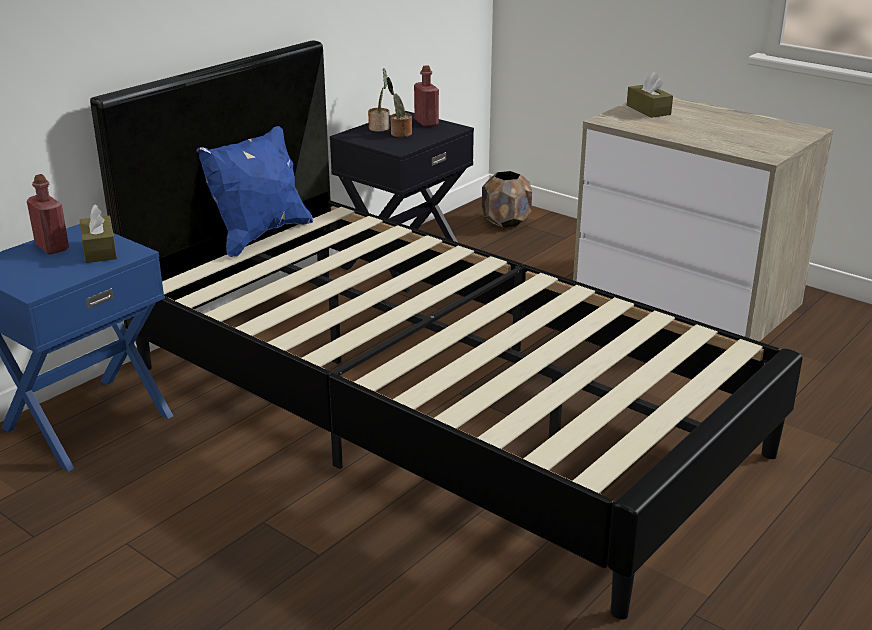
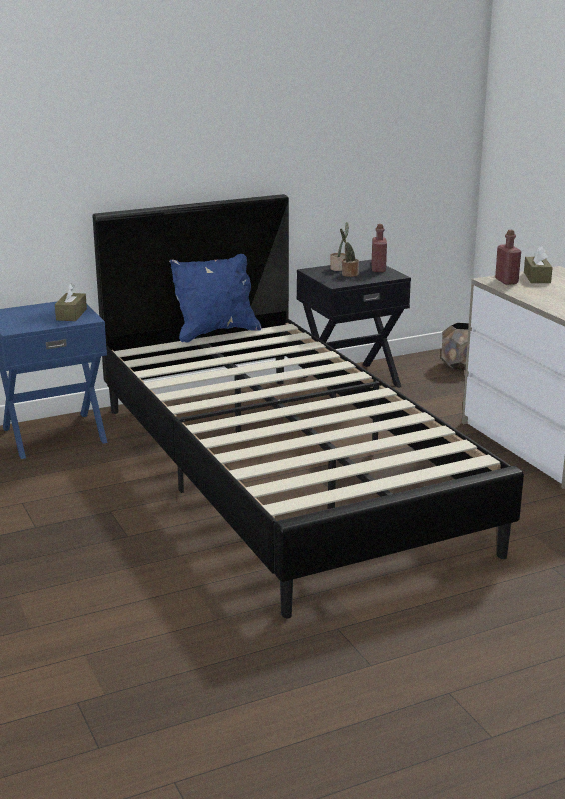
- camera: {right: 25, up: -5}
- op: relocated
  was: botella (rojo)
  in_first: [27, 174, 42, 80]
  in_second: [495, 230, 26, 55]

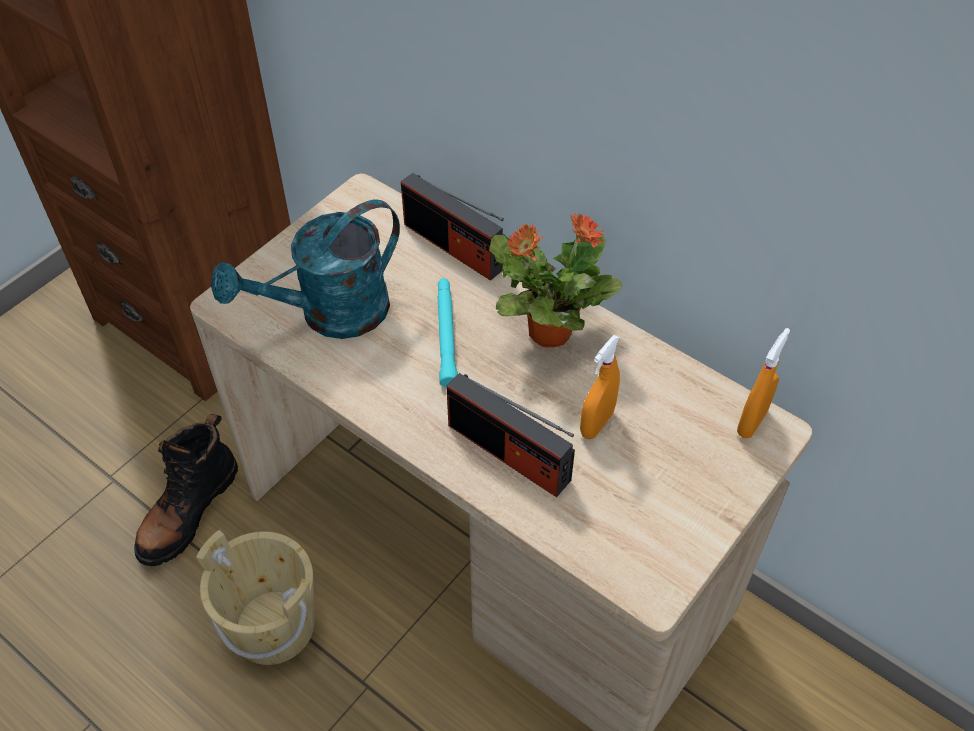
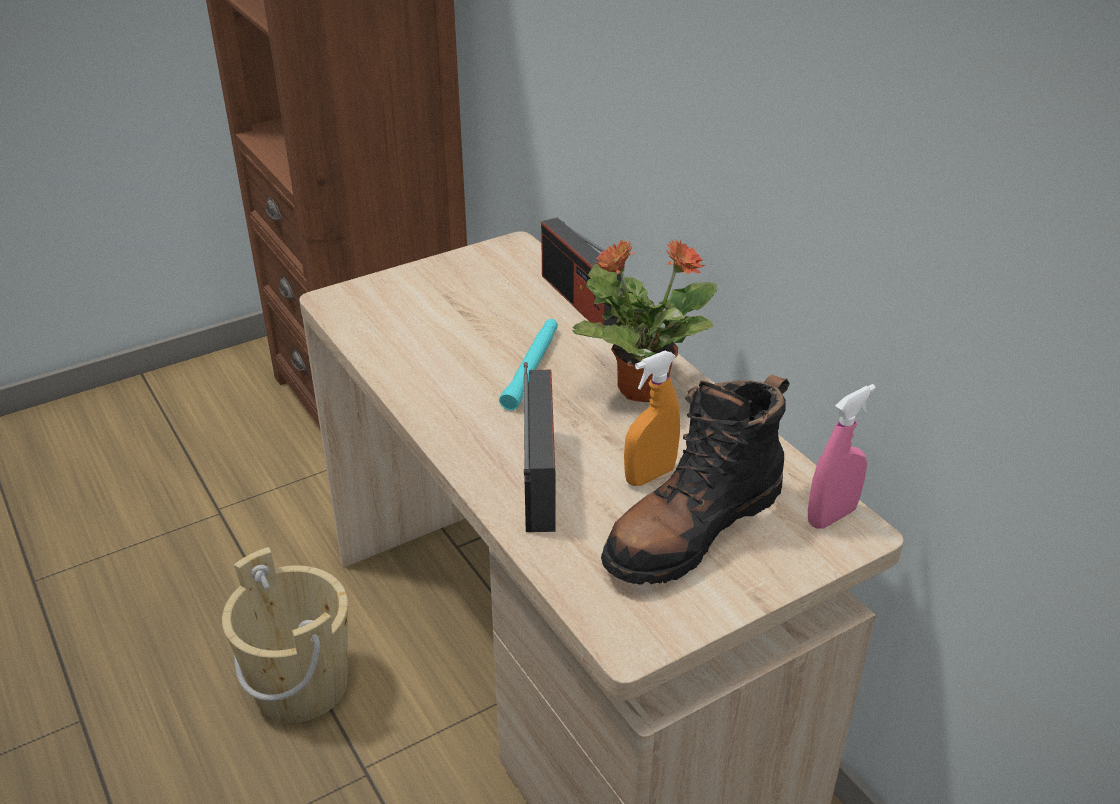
- camera: {right: 20, up: -15}
- op: missing
  was: regadera (turquesa)
  in_first: [211, 200, 189, 139]
- op: colour
  was: pulverizador (naranja)
  now: pulverizador (rosa)
  in_first: [737, 328, 53, 110]
  in_second: [808, 384, 68, 145]
- op: spun
  was: radio
  in_first: [447, 373, 128, 124]
  in_second: [524, 362, 32, 170]
  clockwise: -150
- op: relocated
  was: bota (negro)
  in_first: [134, 414, 104, 152]
  in_second: [601, 375, 189, 210]

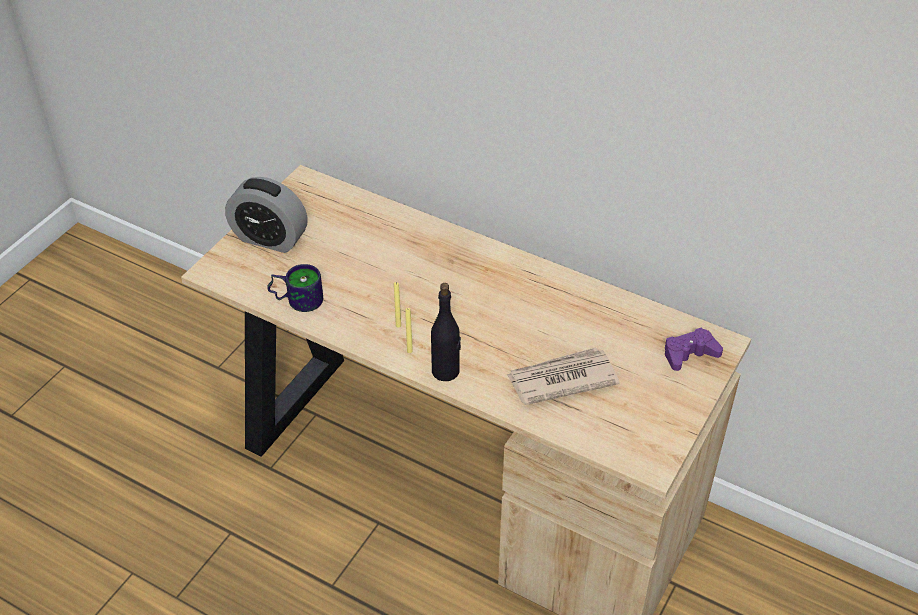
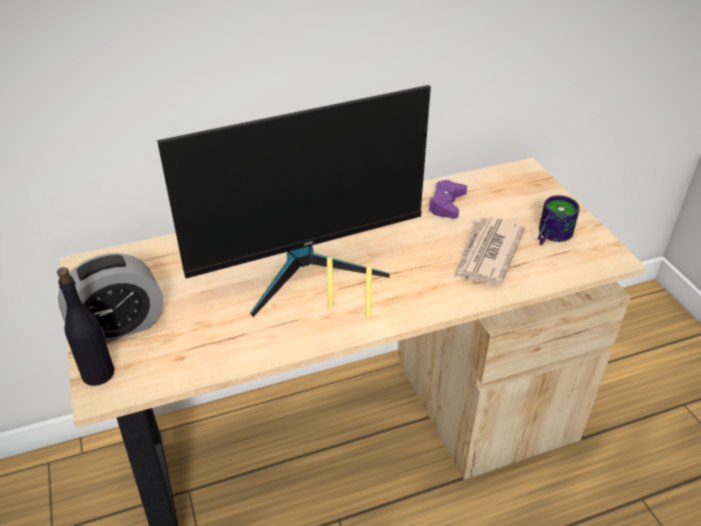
- camera: {right: -50, up: -5}
- op: relocated
  was: taza grande
  in_first: [267, 264, 56, 48]
  in_second: [538, 195, 42, 50]
- op: relocated
  was: botella (negro)
  in_first: [431, 283, 30, 98]
  in_second: [57, 267, 57, 119]
- op: relocated
  was: mando de consola (morado)
  in_first: [665, 328, 58, 43]
  in_second: [428, 180, 39, 39]
- op: appeared
  now: monitor
  in_second: [157, 85, 274, 232]

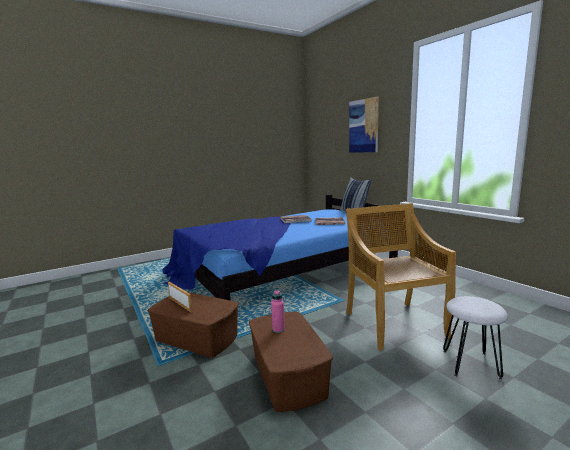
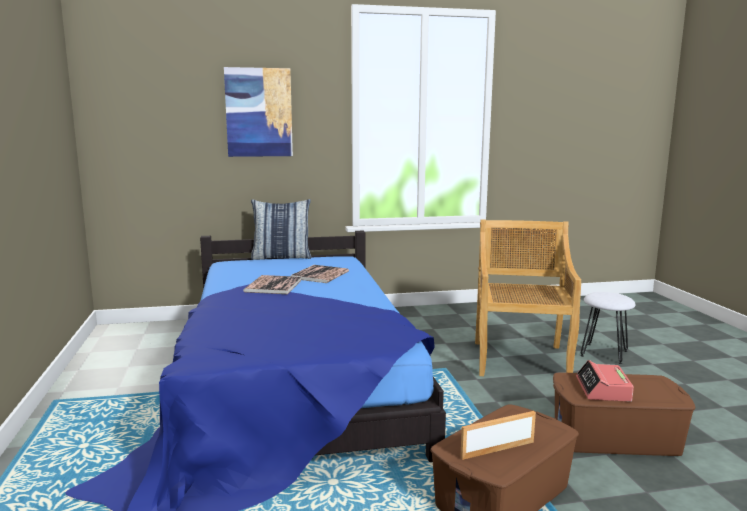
- camera: {right: -70, up: 0}
- op: spun
  was: silla (beis)
  in_first: [346, 203, 110, 148]
  in_second: [475, 219, 106, 157]
  clockwise: 90
- op: exchanged
  was: botella (rosa)
  now: despertador
  in_first: [271, 290, 14, 43]
  in_second: [576, 360, 58, 42]

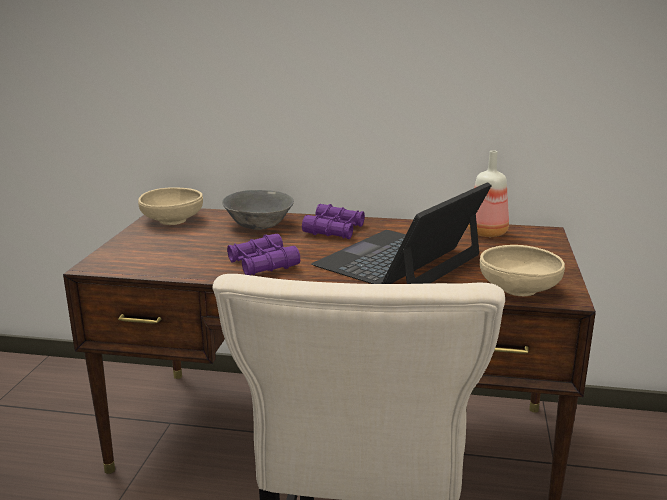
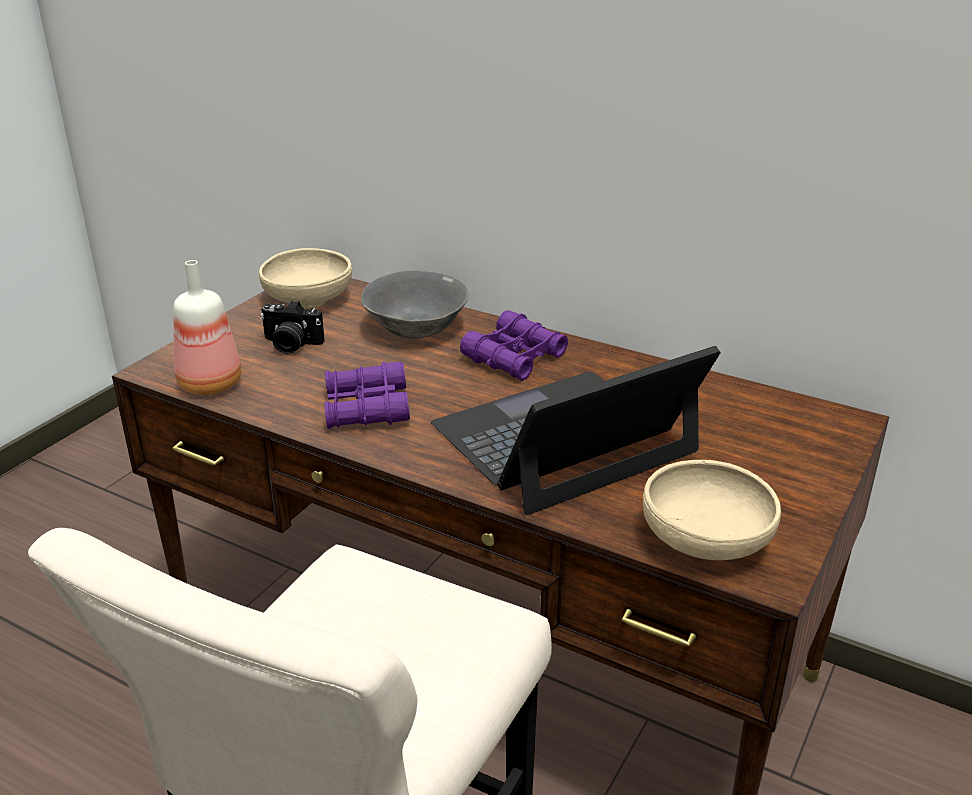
- camera: {right: 20, up: 10}
- op: relocated
  was: botella
  in_first: [468, 150, 41, 87]
  in_second: [173, 260, 69, 135]
- op: appeared
  now: cámara
  in_second: [260, 300, 65, 54]

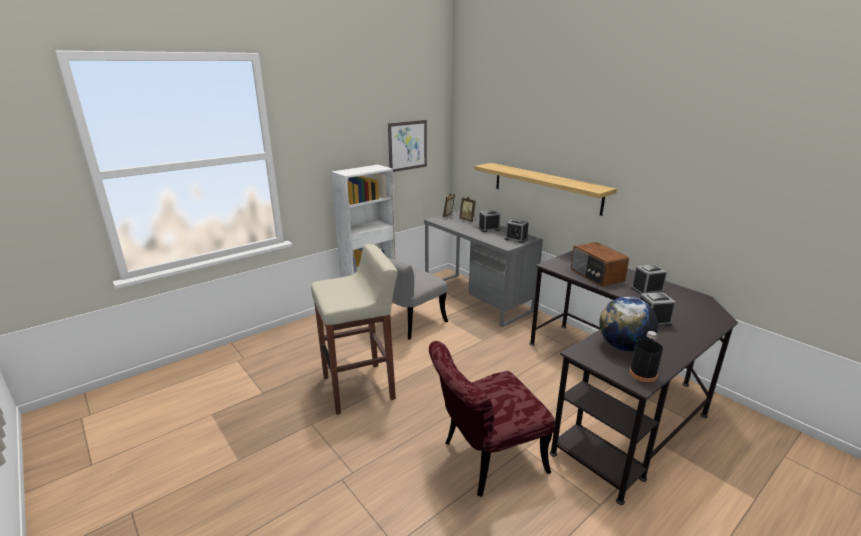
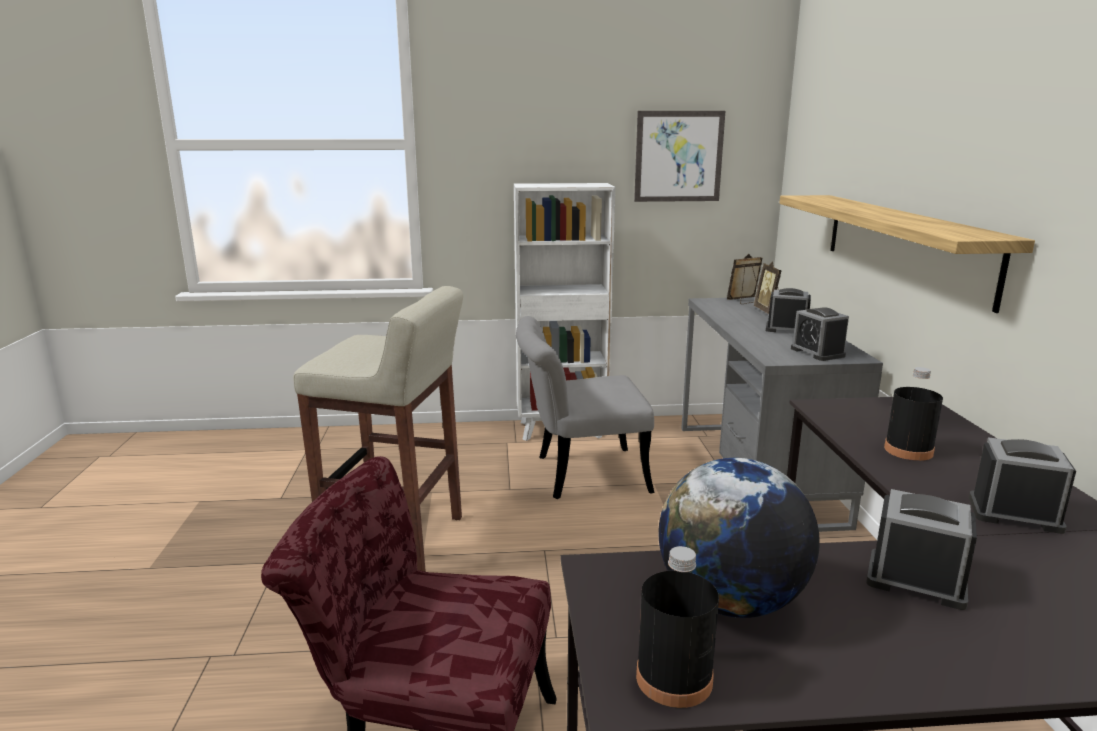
- camera: {right: 35, up: -5}
- op: exchanged
  was: radio
  now: botella (negro)
  in_first: [571, 242, 58, 45]
  in_second: [884, 367, 59, 94]

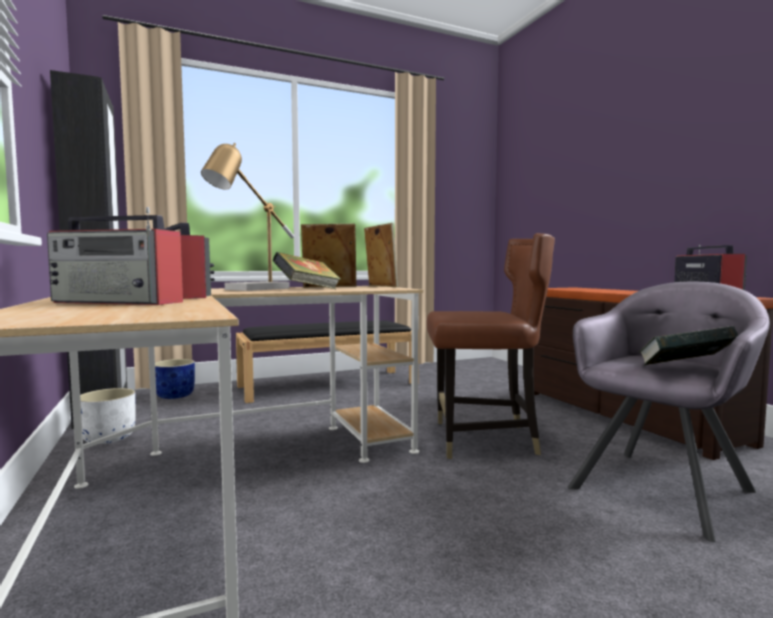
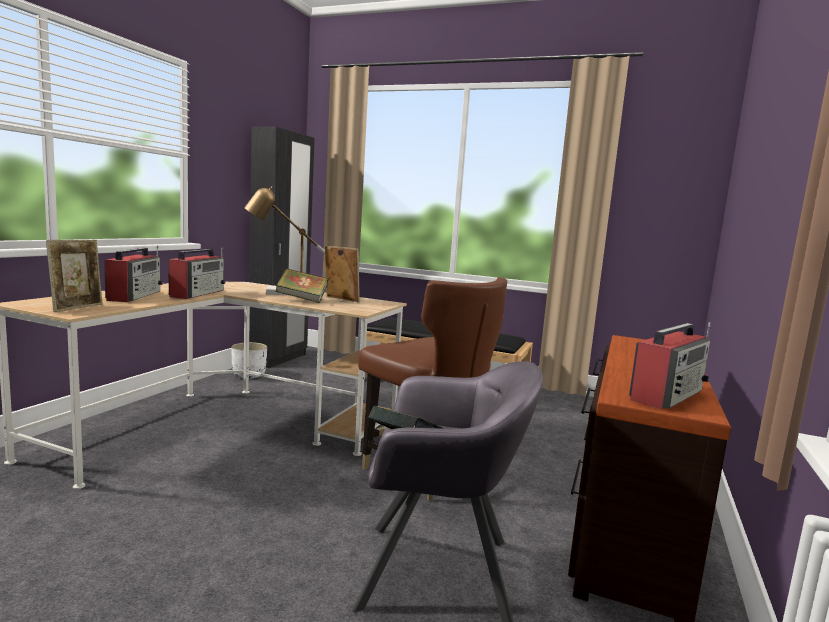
- camera: {right: 45, up: 5}
- op: spun
  was: radio
  in_first: [47, 207, 136, 98]
  in_second: [104, 246, 59, 56]
  clockwise: -150
- op: relocated
  was: portarretratos
  in_first: [364, 223, 34, 64]
  in_second: [46, 240, 57, 72]
- op: missing
  was: maceta (azul)
  in_first: [155, 359, 40, 40]

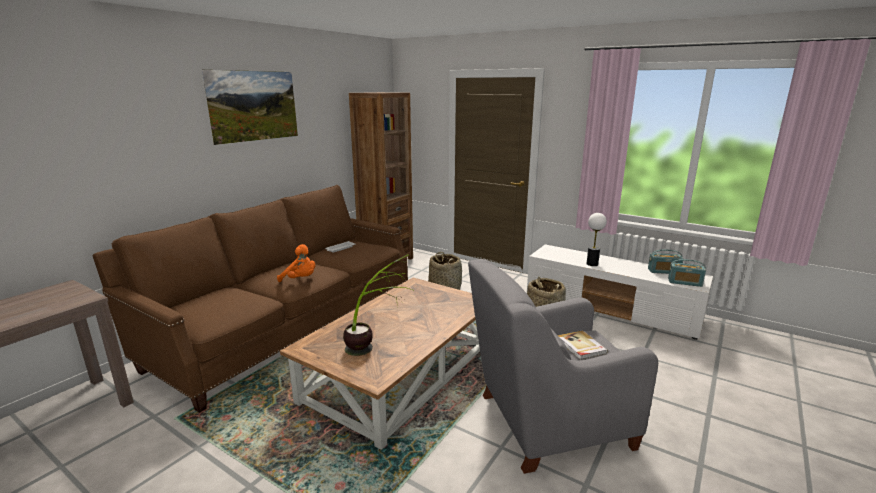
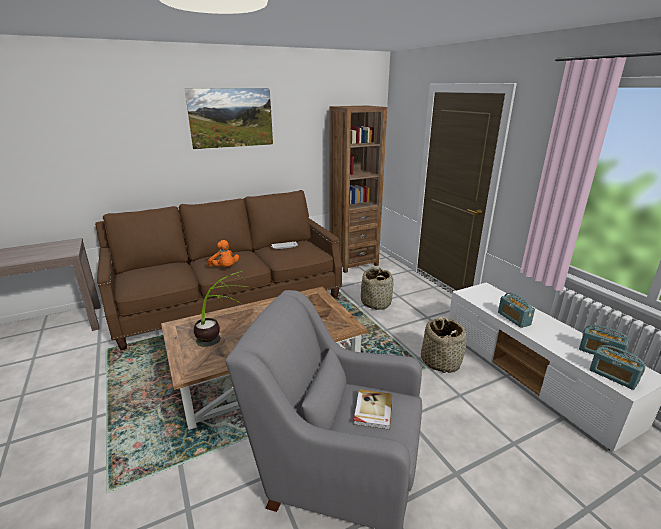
- camera: {right: 30, up: 5}
- op: exchanged
  was: lámpara de mesa
  now: radio
  in_first: [586, 213, 21, 53]
  in_second: [498, 293, 37, 35]

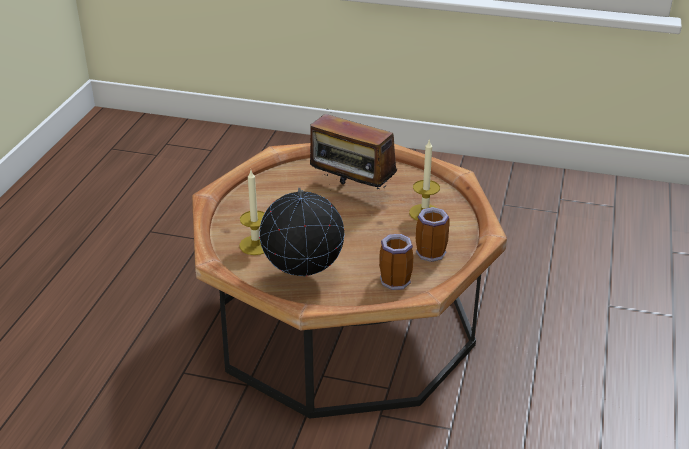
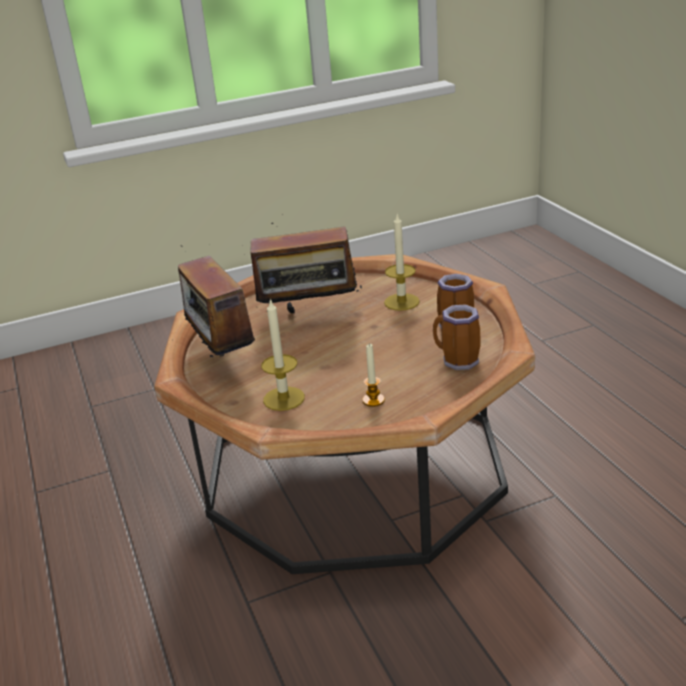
- camera: {right: -35, up: -5}
- op: exchanged
  was: globo terráqueo
  now: vela
  in_first: [259, 188, 86, 89]
  in_second: [362, 344, 23, 63]
- op: appeared
  now: radio
  in_second: [178, 246, 77, 111]

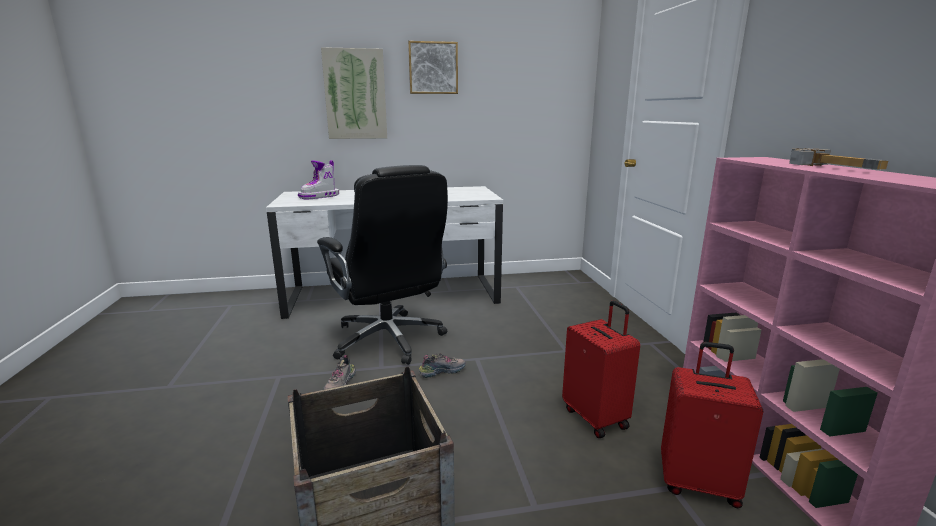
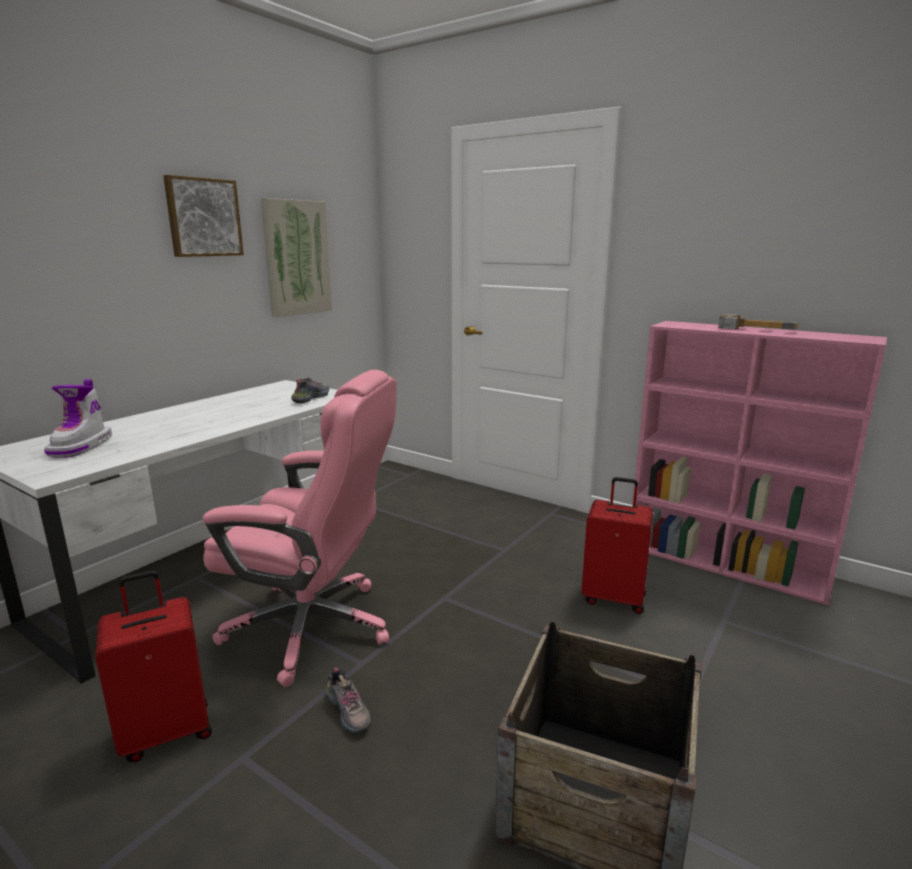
- camera: {right: -45, up: 0}
- op: relocated
  was: cuadro
  in_first: [321, 47, 66, 92]
  in_second: [261, 198, 71, 119]
- op: colour
  was: silla de oficina (negro)
  now: silla de oficina (rosa)
  in_first: [317, 165, 131, 200]
  in_second: [202, 370, 195, 317]
- op: relocated
  was: maleta (rojo)
  in_first: [661, 342, 103, 166]
  in_second: [95, 570, 117, 192]
- op: relocated
  was: zapato
  in_first: [419, 353, 47, 25]
  in_second: [291, 378, 39, 25]

